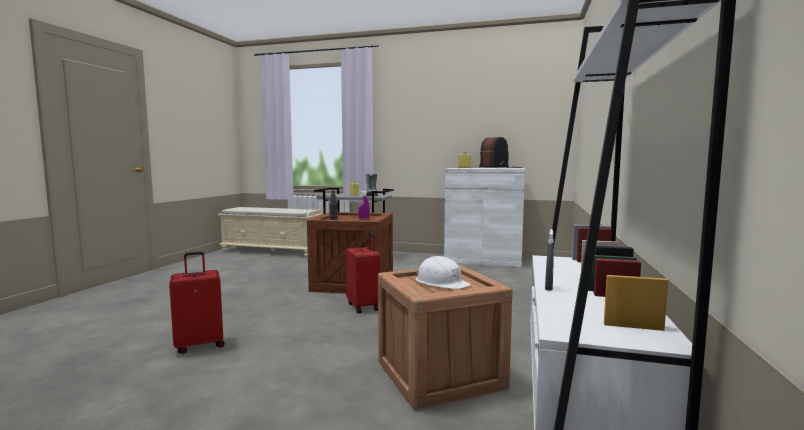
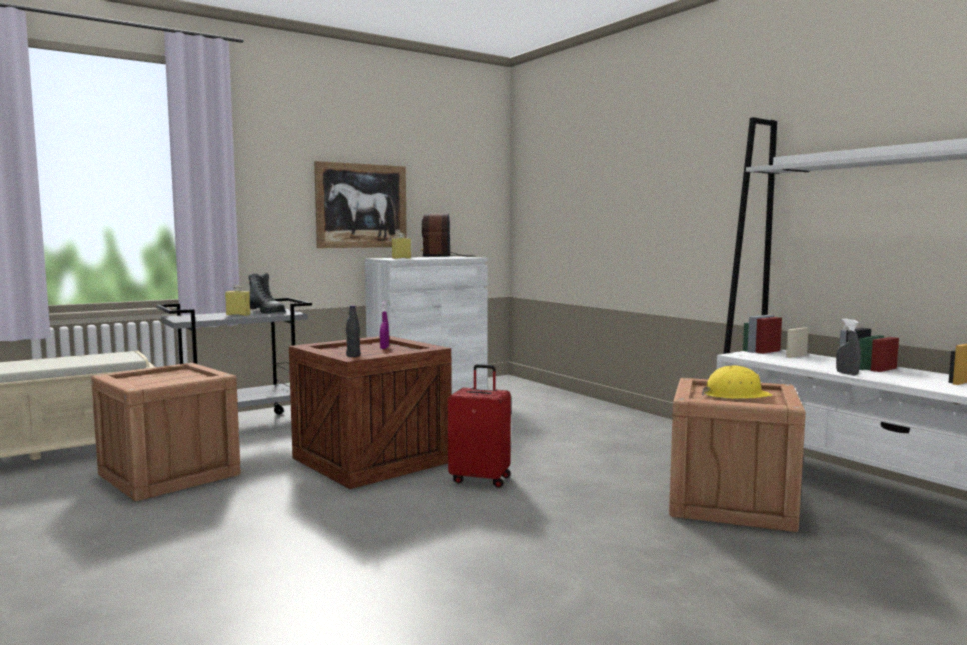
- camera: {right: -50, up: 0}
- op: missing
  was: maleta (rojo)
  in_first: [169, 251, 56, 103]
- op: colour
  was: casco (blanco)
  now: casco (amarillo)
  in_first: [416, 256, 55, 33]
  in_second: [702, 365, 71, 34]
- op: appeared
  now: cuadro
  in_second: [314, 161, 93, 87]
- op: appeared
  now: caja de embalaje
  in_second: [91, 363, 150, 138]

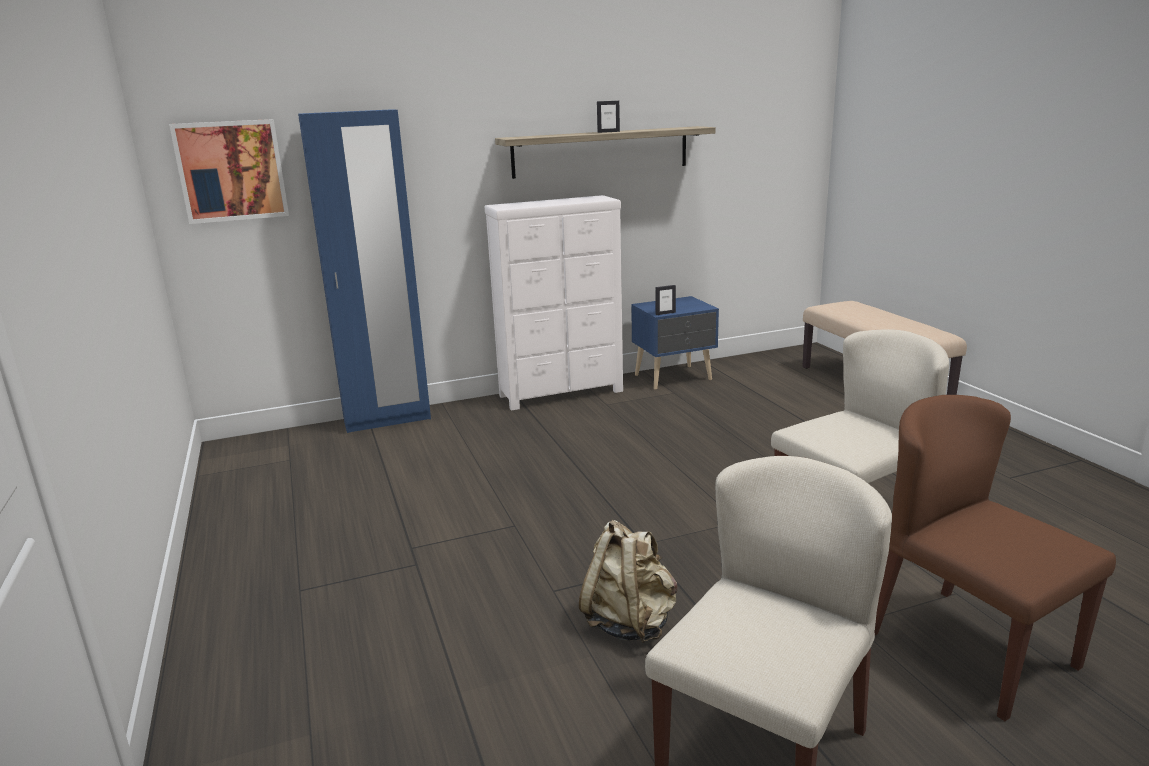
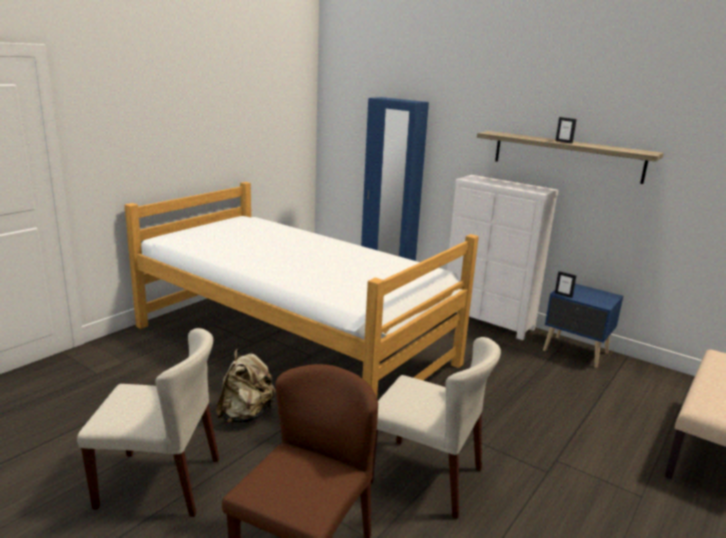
- camera: {right: 55, up: 0}
- op: missing
  was: cuadro
  in_first: [169, 119, 120, 105]
- op: appeared
  now: cama
  in_second: [124, 182, 355, 215]

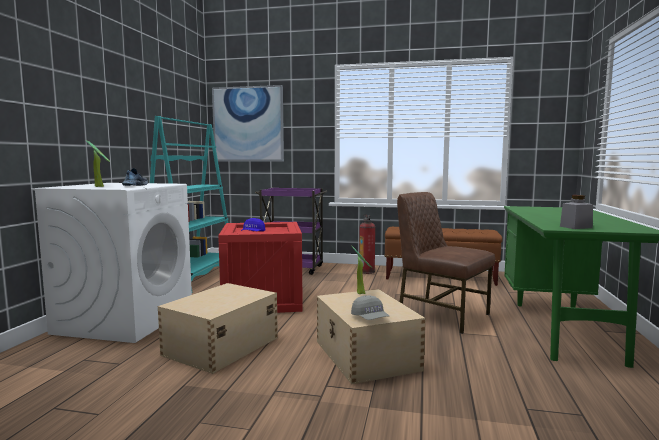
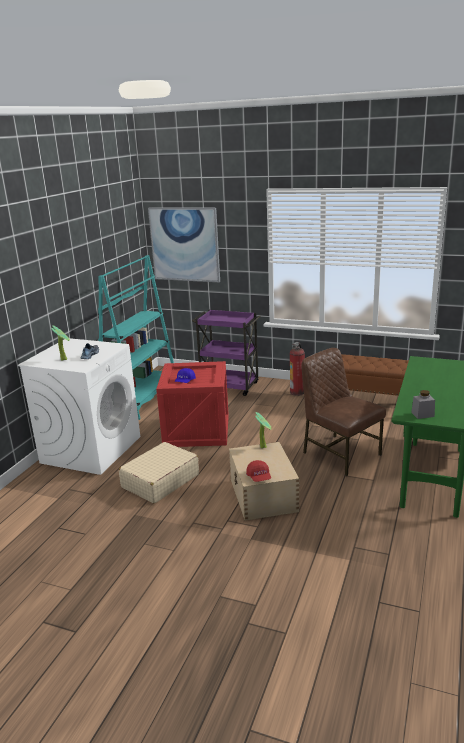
- camera: {right: 10, up: 15}
- op: exchanged
  was: caja de almacenaje (beis)
  now: maleta (beis)
  in_first: [158, 283, 120, 91]
  in_second: [119, 442, 80, 61]
- op: colour
  was: gorra (gris)
  now: gorra (rojo)
  in_first: [351, 295, 38, 25]
  in_second: [246, 460, 25, 22]

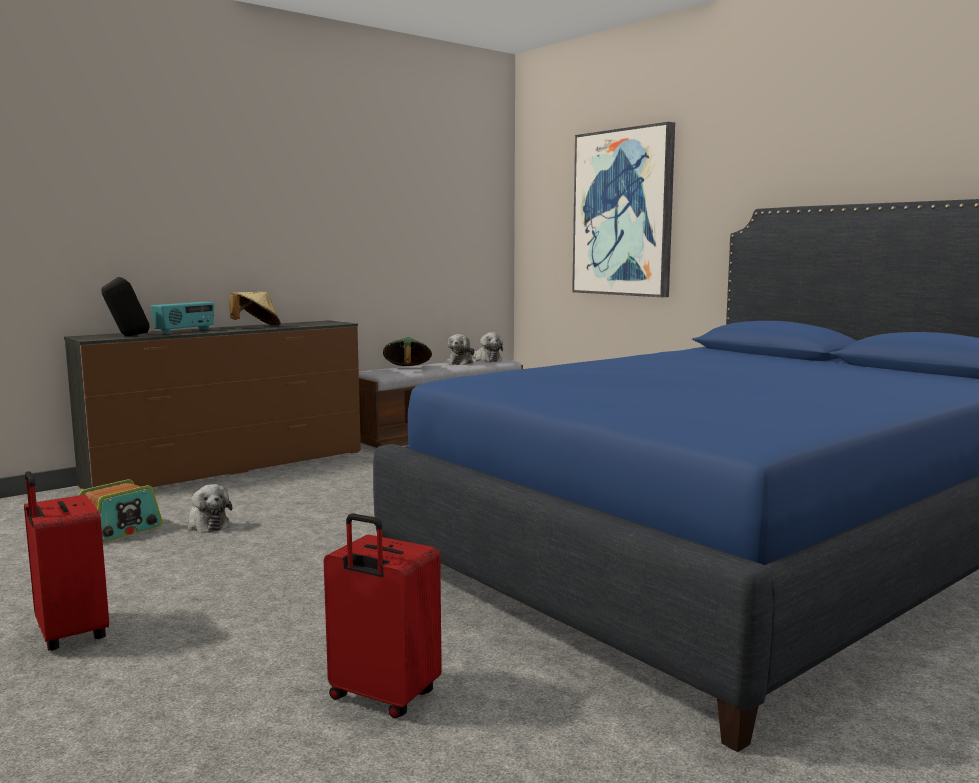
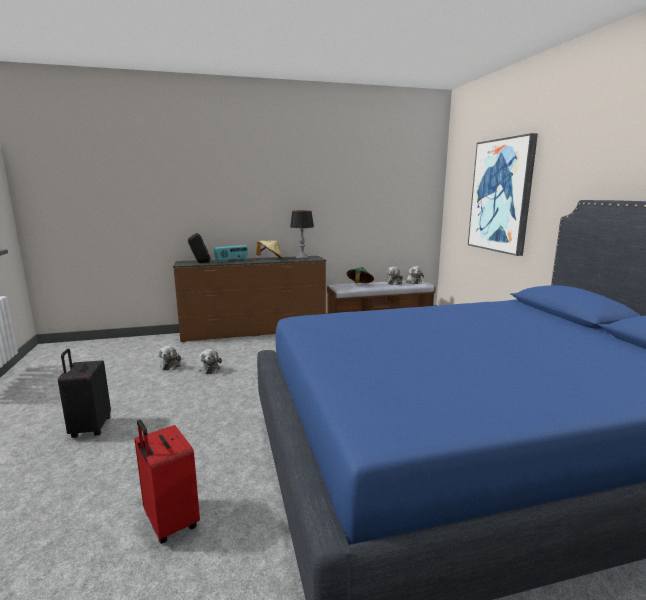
- camera: {right: 25, up: 5}
- op: colour
  was: maleta (rojo)
  now: maleta (negro)
  in_first: [24, 471, 85, 180]
  in_second: [58, 349, 53, 89]
- op: exchanged
  was: radio
  now: peluche
  in_first: [79, 479, 84, 64]
  in_second: [159, 346, 22, 24]
- op: appeared
  now: lámpara de mesa
  in_second: [290, 210, 24, 49]

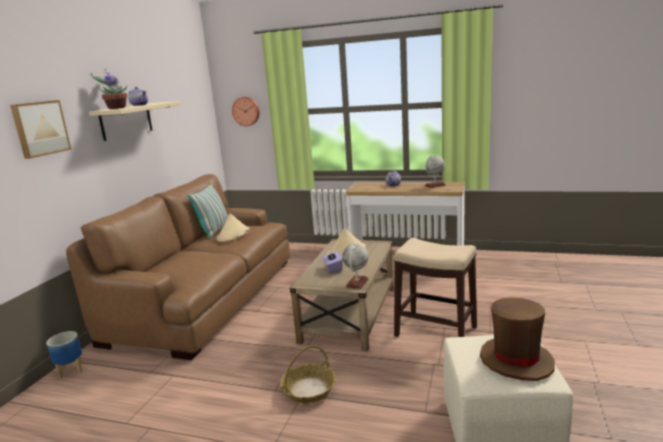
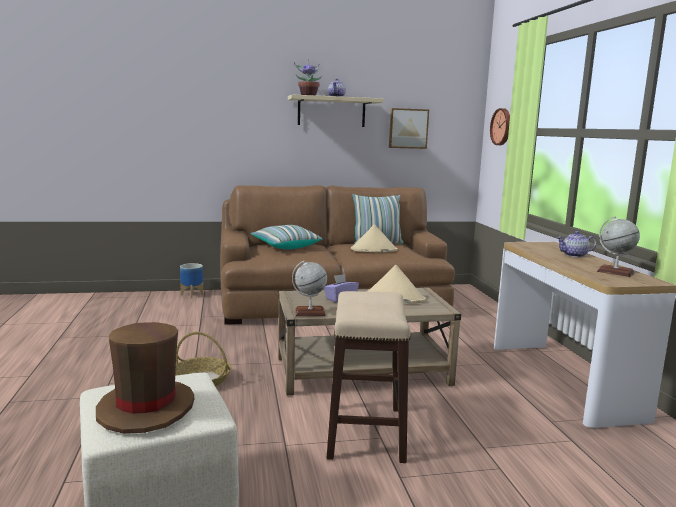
- camera: {right: 60, up: -5}
- op: relocated
  was: cuadro
  in_first: [10, 100, 61, 59]
  in_second: [389, 108, 40, 41]
- op: appeared
  now: cojín
  in_second: [251, 225, 71, 24]

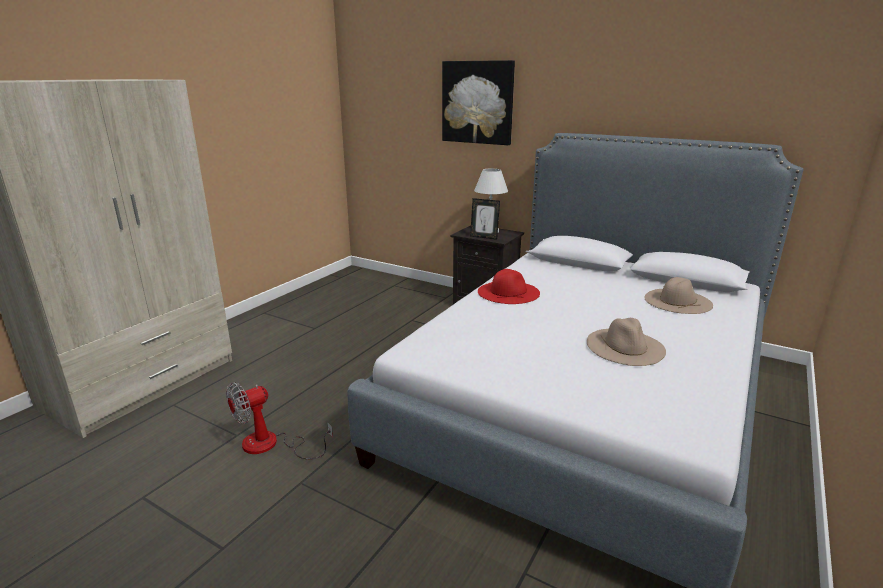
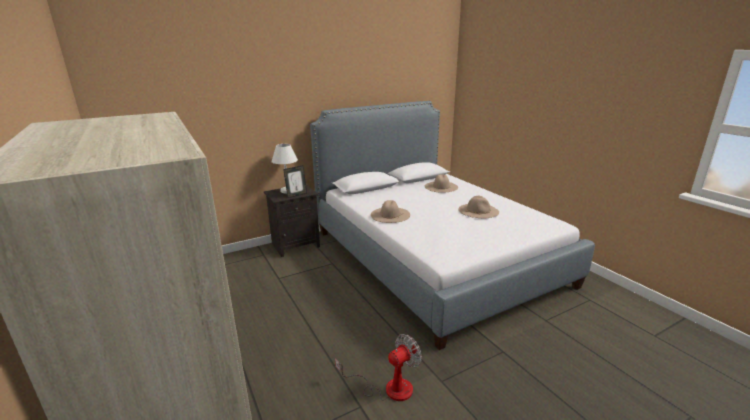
- camera: {right: -60, up: 0}
- op: missing
  was: cuadro
  in_first: [442, 60, 73, 85]
- op: colour
  was: sombrero (rojo)
  now: sombrero (beis)
  in_first: [478, 269, 62, 35]
  in_second: [371, 200, 39, 23]
- op: spun
  was: ventilador
  in_first: [226, 382, 107, 77]
  in_second: [335, 334, 87, 67]
  clockwise: -120

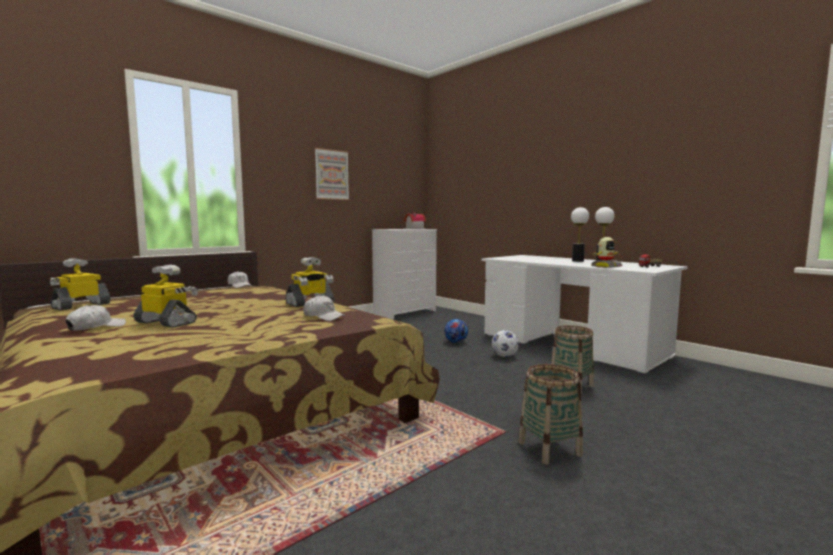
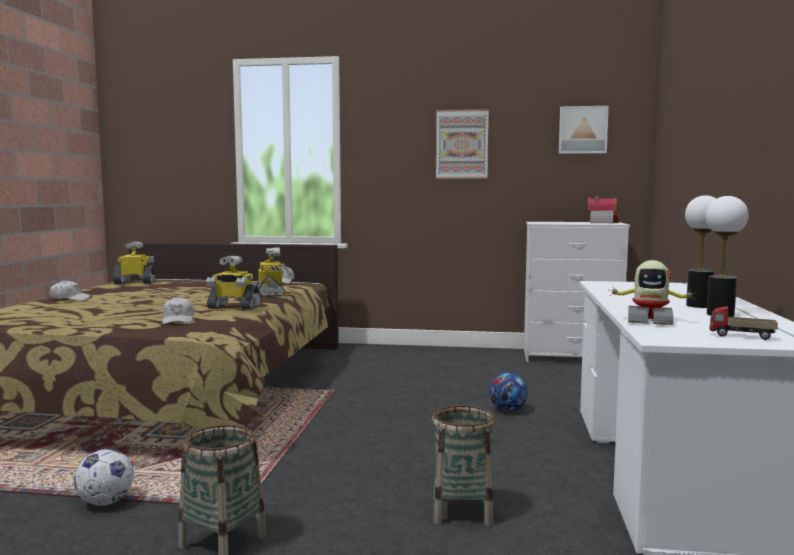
- camera: {right: 50, up: 0}
- op: relocated
  was: robot de juguete
  in_first: [133, 265, 65, 63]
  in_second: [256, 248, 33, 49]
- op: relocated
  was: balón de fútbol
  in_first: [492, 330, 27, 27]
  in_second: [74, 449, 60, 57]
- op: appeared
  now: cuadro
  in_second: [559, 106, 50, 48]

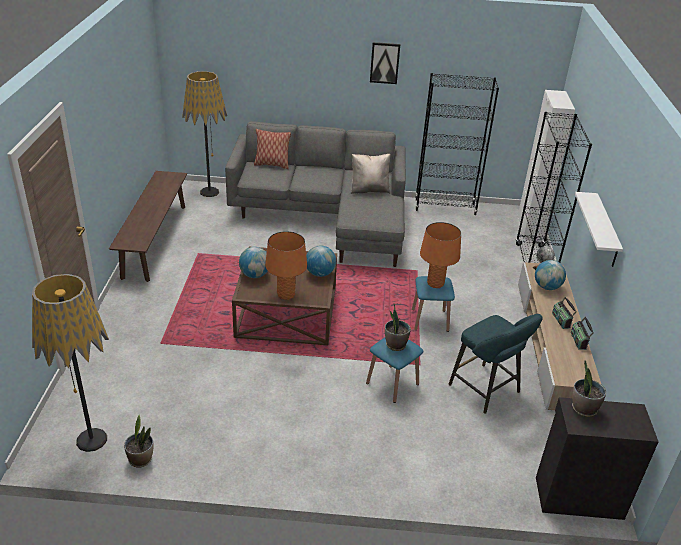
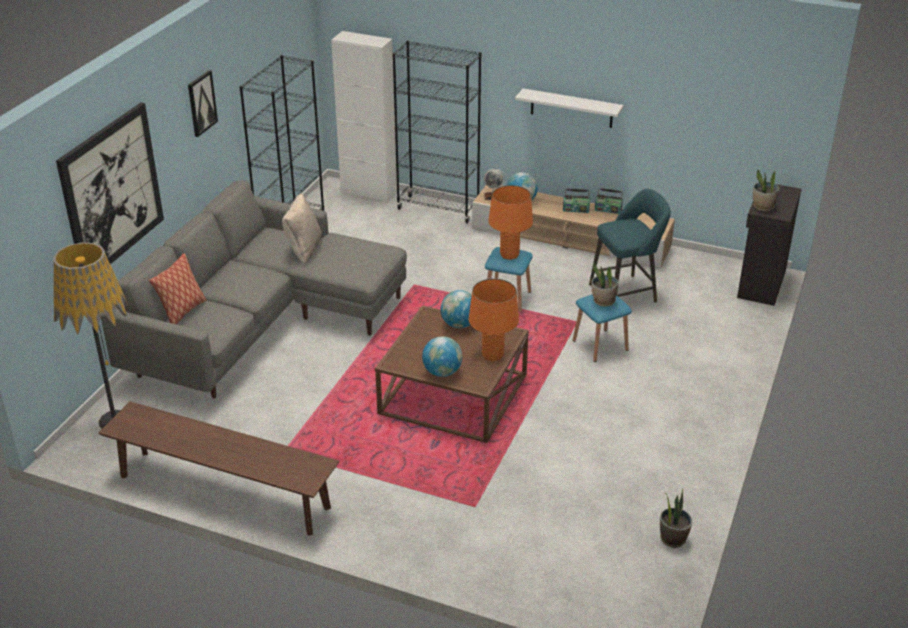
- camera: {right: -70, up: 0}
- op: missing
  was: lámpara de pie
  in_first: [32, 274, 77, 178]
- op: appeared
  now: cuadro
  in_second: [56, 103, 108, 161]

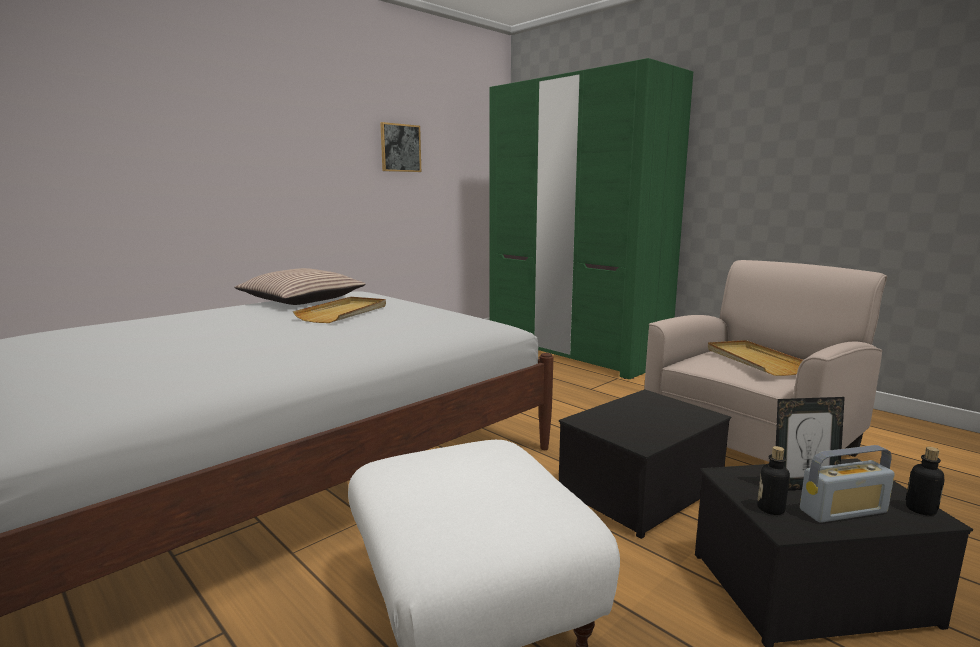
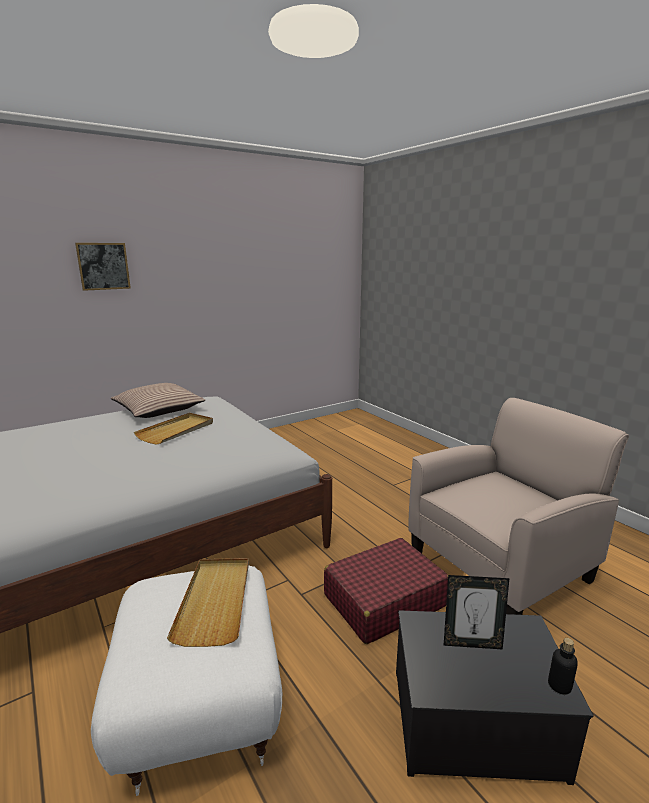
- camera: {right: 10, up: 5}
- op: missing
  was: armario ropero (verde)
  in_first: [489, 58, 204, 321]
- op: relocated
  was: cuadro
  in_first: [380, 122, 41, 50]
  in_second: [75, 243, 56, 48]
- op: relocated
  was: bandeja (beis)
  in_first: [708, 340, 95, 36]
  in_second: [167, 558, 82, 89]
- op: exchanged
  was: caja de almacenaje
  now: maleta (rojo)
  in_first: [559, 389, 172, 150]
  in_second: [324, 538, 124, 106]
- op: missing
  was: radio
  in_first: [800, 445, 95, 78]
- op: missing
  was: botella
  in_first: [757, 446, 33, 69]

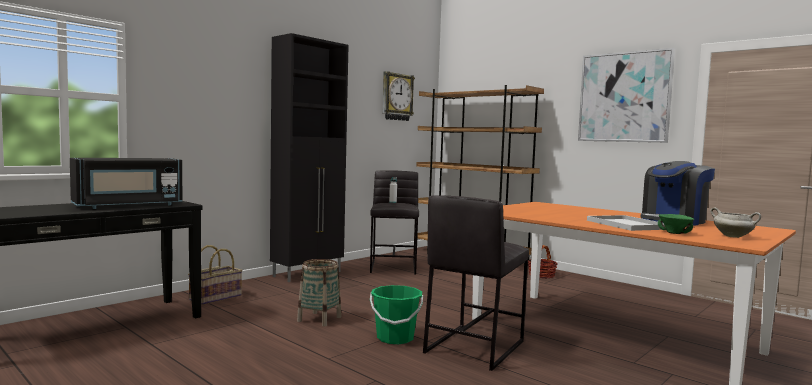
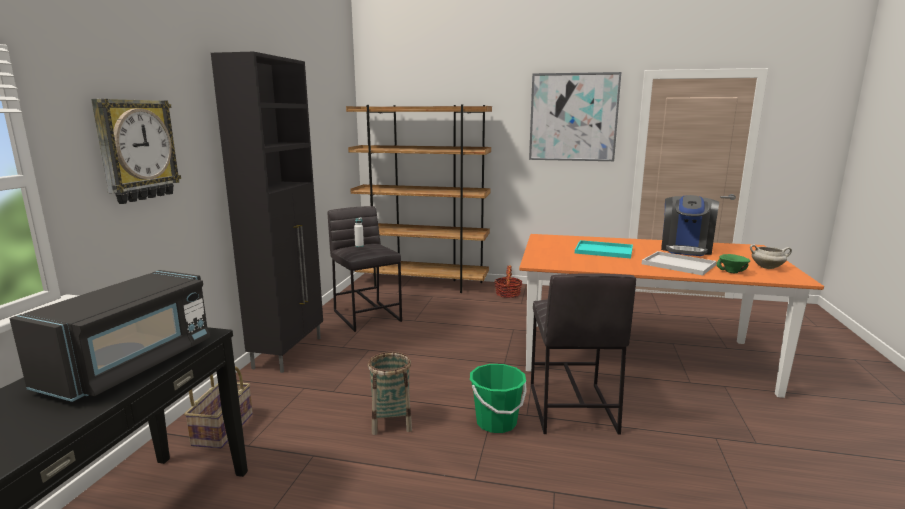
- camera: {right: -30, up: 10}
- op: relocated
  was: reloj de pared
  in_first: [382, 71, 33, 50]
  in_second: [91, 99, 90, 105]
- op: appeared
  now: bandeja (turquesa)
  in_second: [575, 240, 58, 18]

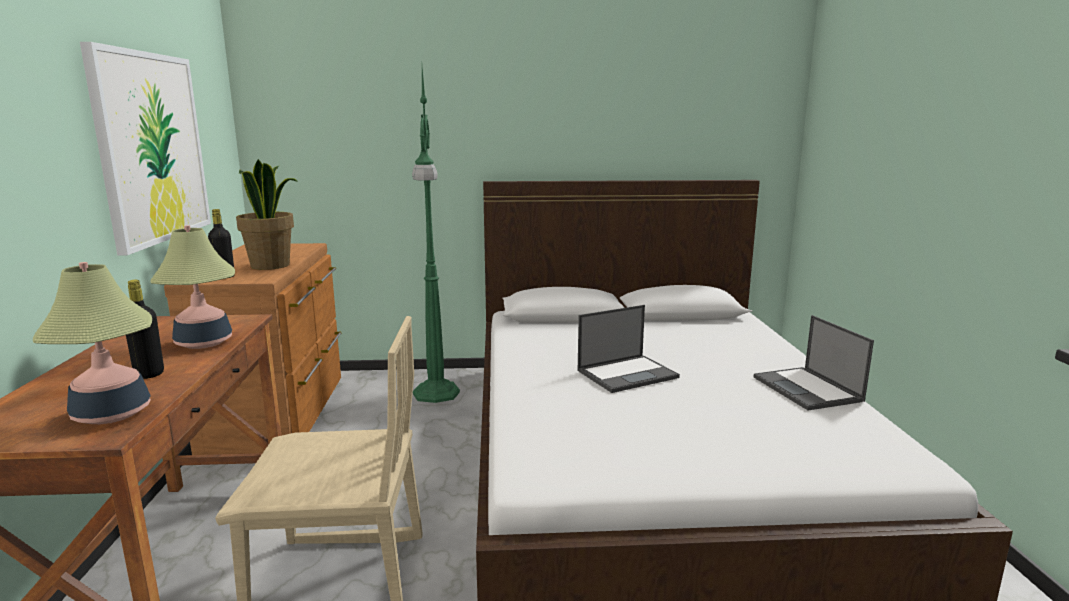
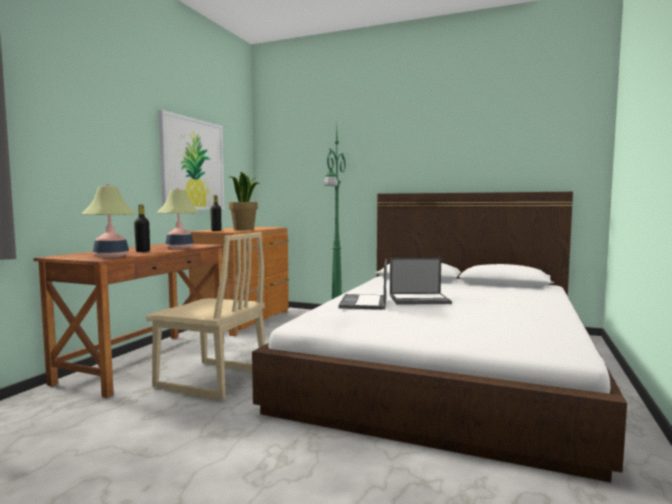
- camera: {right: 25, up: -10}
- op: relocated
  was: portátil
  in_first: [753, 315, 121, 95]
  in_second: [338, 259, 49, 51]

